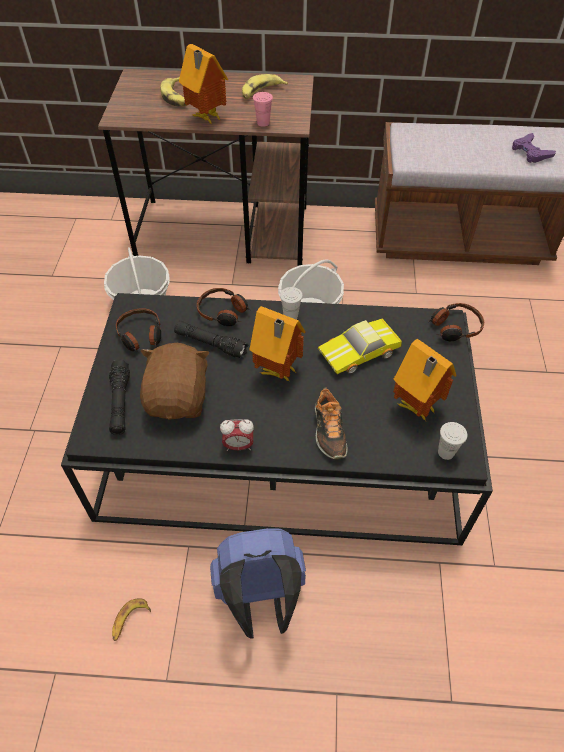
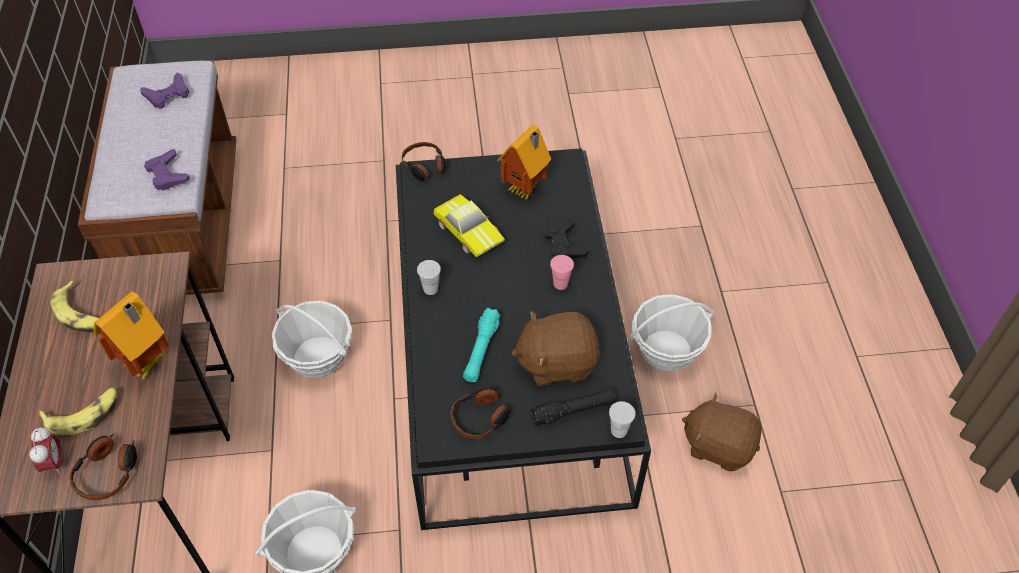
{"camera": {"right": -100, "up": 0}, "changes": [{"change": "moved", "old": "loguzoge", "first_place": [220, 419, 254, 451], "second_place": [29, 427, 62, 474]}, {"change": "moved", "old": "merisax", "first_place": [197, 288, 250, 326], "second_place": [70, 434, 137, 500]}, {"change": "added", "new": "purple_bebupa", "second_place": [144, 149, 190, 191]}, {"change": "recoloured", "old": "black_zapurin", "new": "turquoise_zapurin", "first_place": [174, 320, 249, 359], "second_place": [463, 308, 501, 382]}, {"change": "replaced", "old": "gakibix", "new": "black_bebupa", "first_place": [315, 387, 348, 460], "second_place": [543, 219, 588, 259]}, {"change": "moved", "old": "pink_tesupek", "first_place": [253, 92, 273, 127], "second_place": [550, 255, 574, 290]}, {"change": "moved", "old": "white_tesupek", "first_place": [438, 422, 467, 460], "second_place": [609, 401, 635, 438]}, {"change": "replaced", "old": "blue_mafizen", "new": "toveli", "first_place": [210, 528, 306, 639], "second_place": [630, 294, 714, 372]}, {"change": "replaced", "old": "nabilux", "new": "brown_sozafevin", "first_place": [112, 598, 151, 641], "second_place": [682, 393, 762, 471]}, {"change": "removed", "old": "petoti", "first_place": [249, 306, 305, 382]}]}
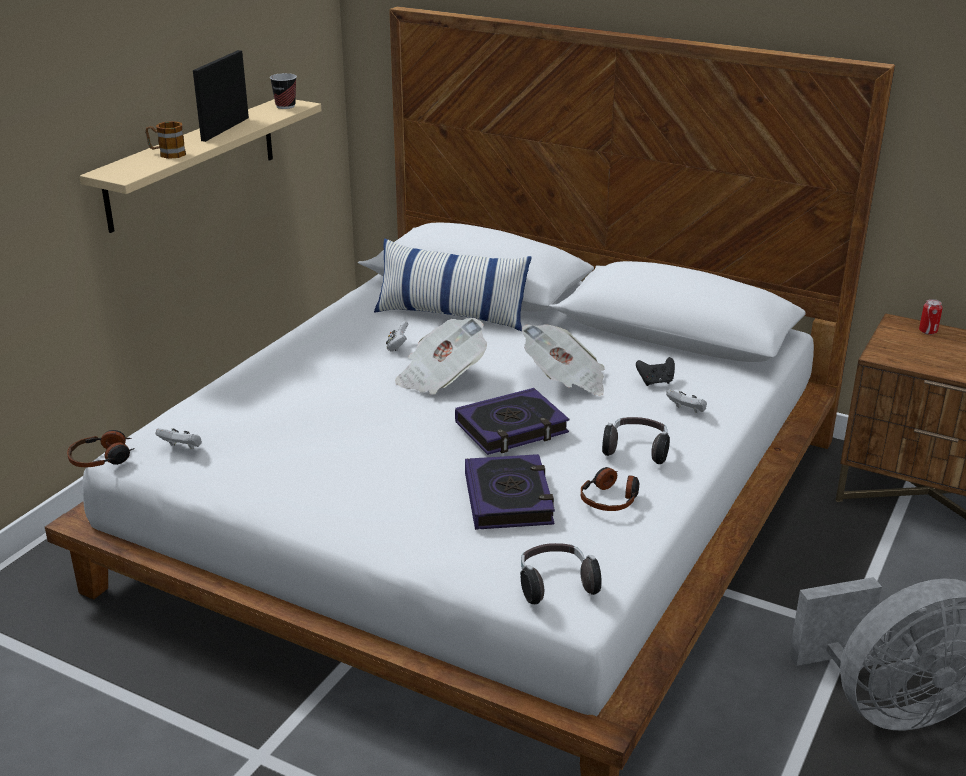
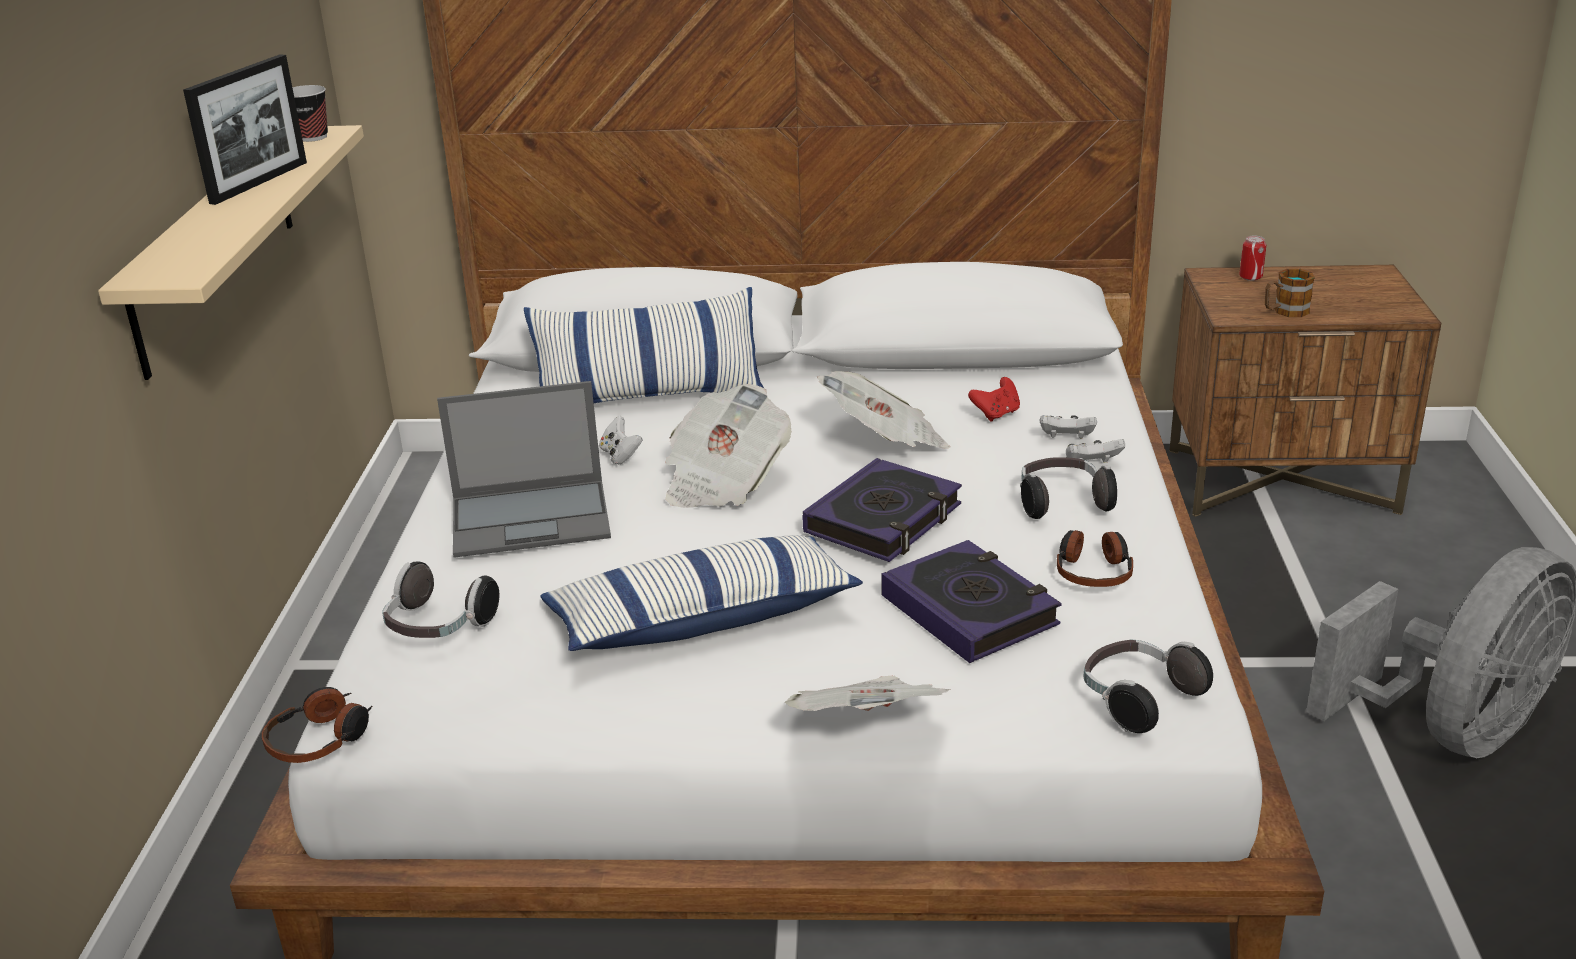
{"camera": {"right": -25, "up": 0}, "changes": [{"change": "turned", "old": "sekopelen", "first_place": [193, 50, 249, 142], "second_place": [183, 54, 307, 205], "degrees": -150}, {"change": "added", "new": "merisax", "second_place": [382, 561, 499, 638]}, {"change": "added", "new": "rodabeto", "second_place": [437, 381, 611, 558]}, {"change": "added", "new": "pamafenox", "second_place": [540, 535, 863, 651]}, {"change": "added", "new": "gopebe", "second_place": [784, 676, 950, 711]}, {"change": "recoloured", "old": "black_bebupa", "new": "red_bebupa", "first_place": [636, 357, 675, 386], "second_place": [968, 377, 1020, 421]}, {"change": "moved", "old": "white_bebupa", "first_place": [156, 428, 202, 449], "second_place": [1066, 439, 1125, 463]}, {"change": "moved", "old": "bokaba", "first_place": [145, 121, 186, 159], "second_place": [1265, 269, 1315, 317]}]}
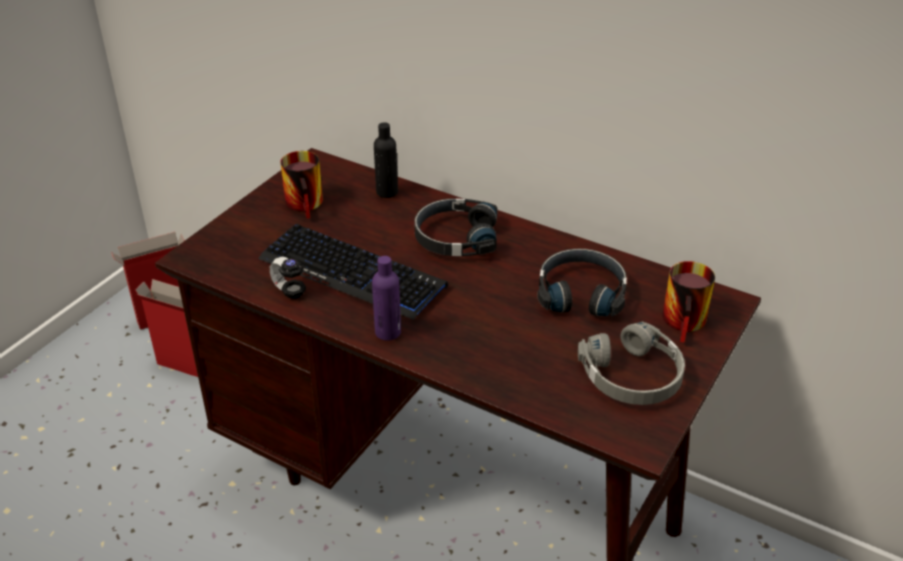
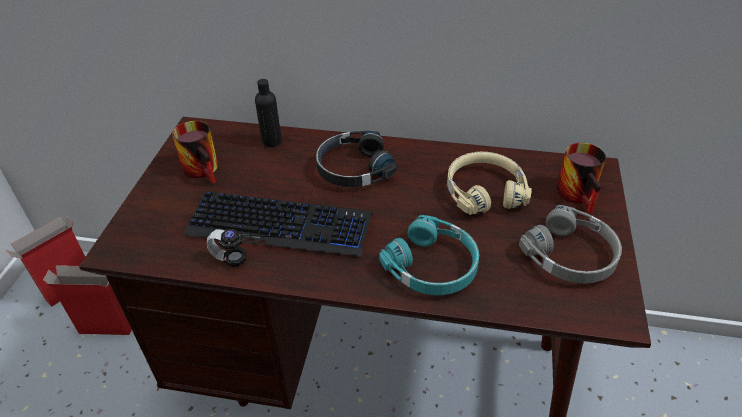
{"camera": {"right": -20, "up": 5}, "changes": [{"change": "added", "new": "turquoise_merisax", "second_place": [379, 215, 479, 295]}, {"change": "recoloured", "old": "black_merisax", "new": "beige_merisax", "first_place": [537, 249, 627, 316], "second_place": [447, 152, 531, 215]}, {"change": "removed", "old": "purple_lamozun", "first_place": [372, 256, 401, 341]}]}
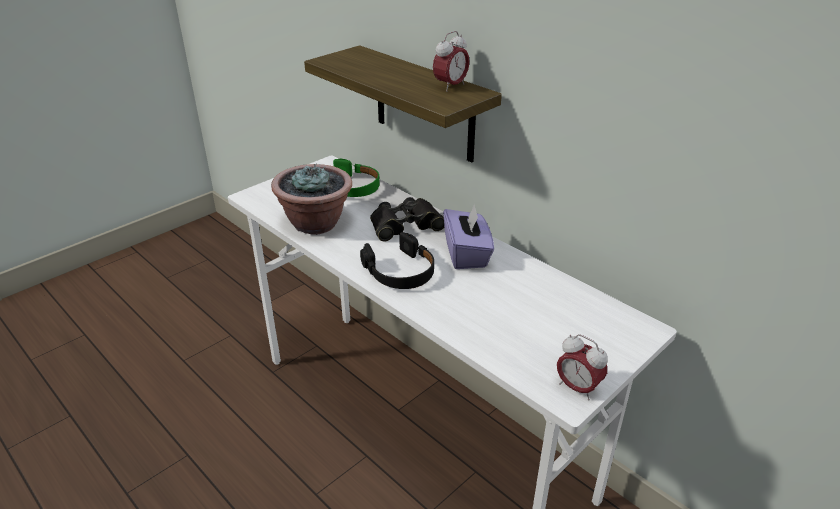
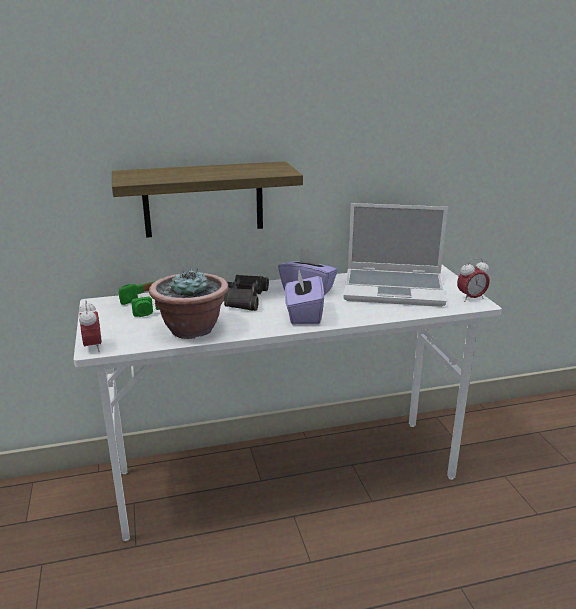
{"camera": {"right": -60, "up": -10}, "changes": [{"change": "moved", "old": "loguzoge", "first_place": [433, 31, 470, 92], "second_place": [79, 300, 102, 352]}, {"change": "replaced", "old": "black_merisax", "new": "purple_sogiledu", "first_place": [360, 232, 434, 289], "second_place": [285, 270, 324, 324]}, {"change": "added", "new": "rodabeto", "second_place": [344, 203, 448, 307]}]}
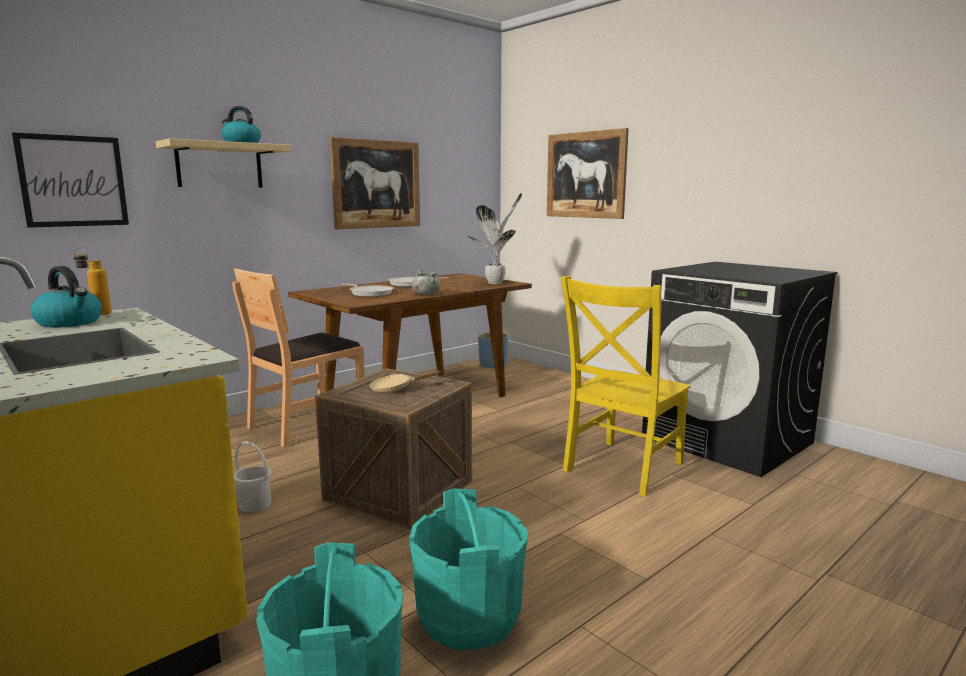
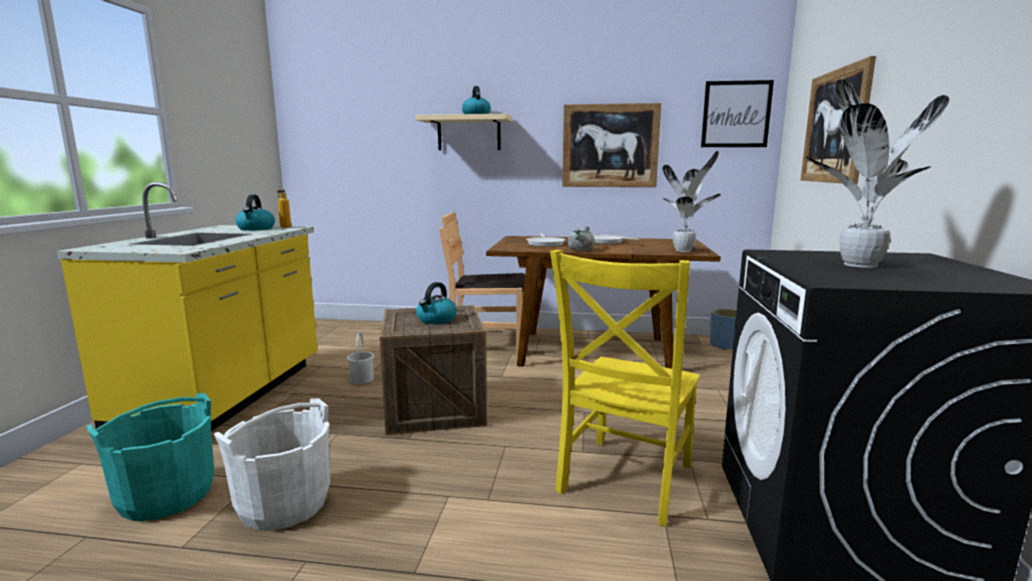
{"camera": {"right": 50, "up": 0}, "changes": [{"change": "recoloured", "old": "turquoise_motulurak", "new": "white_motulurak", "first_place": [409, 489, 528, 650], "second_place": [214, 398, 330, 531]}, {"change": "replaced", "old": "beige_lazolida", "new": "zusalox", "first_place": [369, 370, 442, 393], "second_place": [416, 282, 457, 324]}, {"change": "turned", "old": "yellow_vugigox", "first_place": [561, 276, 691, 497], "second_place": [550, 250, 700, 526], "degrees": -60}, {"change": "moved", "old": "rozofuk", "first_place": [12, 132, 129, 228], "second_place": [701, 80, 774, 147]}, {"change": "added", "new": "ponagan", "second_place": [805, 79, 949, 268]}]}
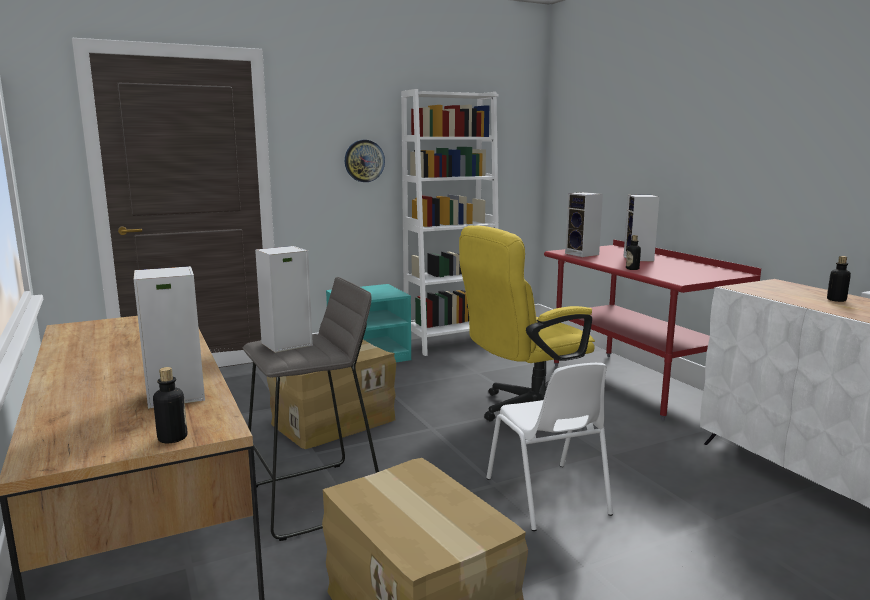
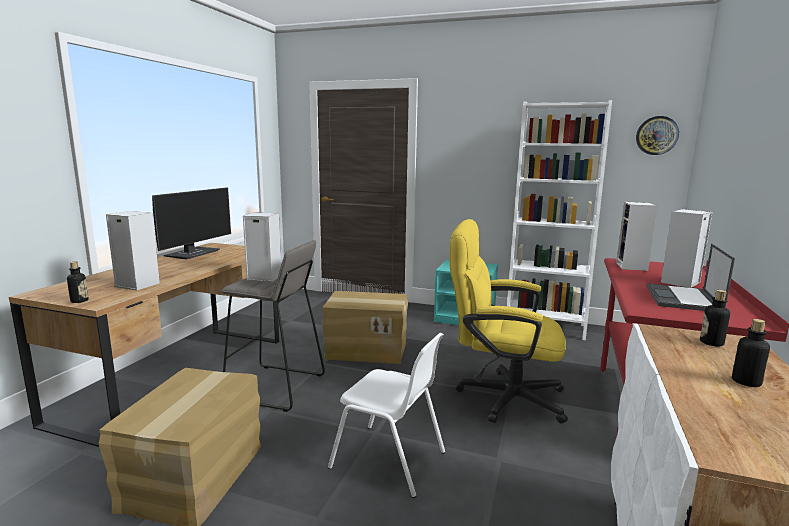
{"camera": {"right": 45, "up": 0}, "changes": [{"change": "added", "new": "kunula", "second_place": [152, 187, 231, 260]}, {"change": "turned", "old": "white_vugigox", "first_place": [486, 363, 613, 531], "second_place": [328, 333, 445, 498], "degrees": -90}, {"change": "moved", "old": "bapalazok", "first_place": [345, 140, 385, 182], "second_place": [636, 116, 679, 155]}, {"change": "added", "new": "rodabeto", "second_place": [647, 243, 735, 311]}, {"change": "moved", "old": "lamozun", "first_place": [626, 235, 641, 270], "second_place": [700, 290, 730, 347]}]}
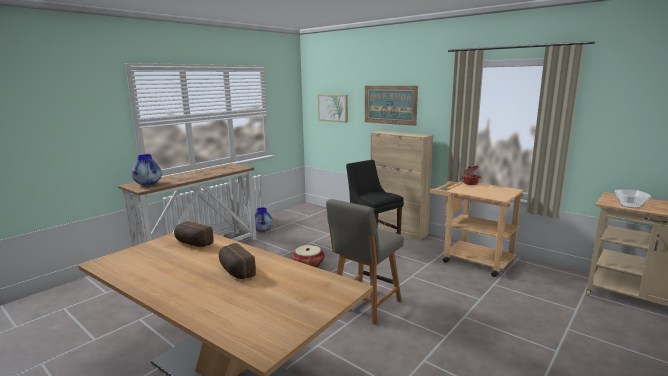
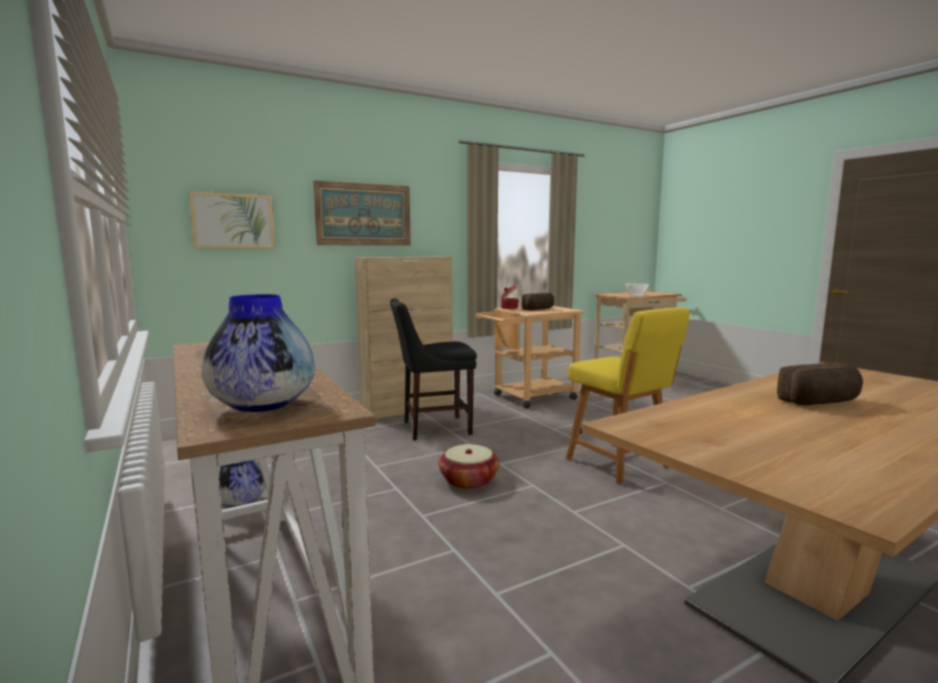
{"camera": {"right": -70, "up": -5}, "changes": [{"change": "moved", "old": "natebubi", "first_place": [174, 221, 214, 247], "second_place": [522, 292, 554, 310]}, {"change": "recoloured", "old": "grey_vugigox", "new": "yellow_vugigox", "first_place": [326, 199, 404, 325], "second_place": [566, 307, 690, 485]}]}
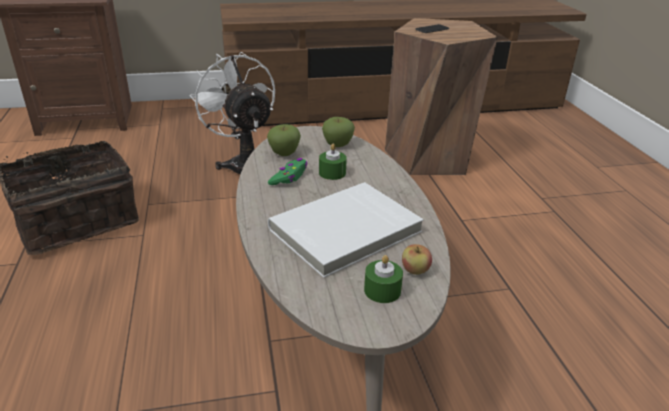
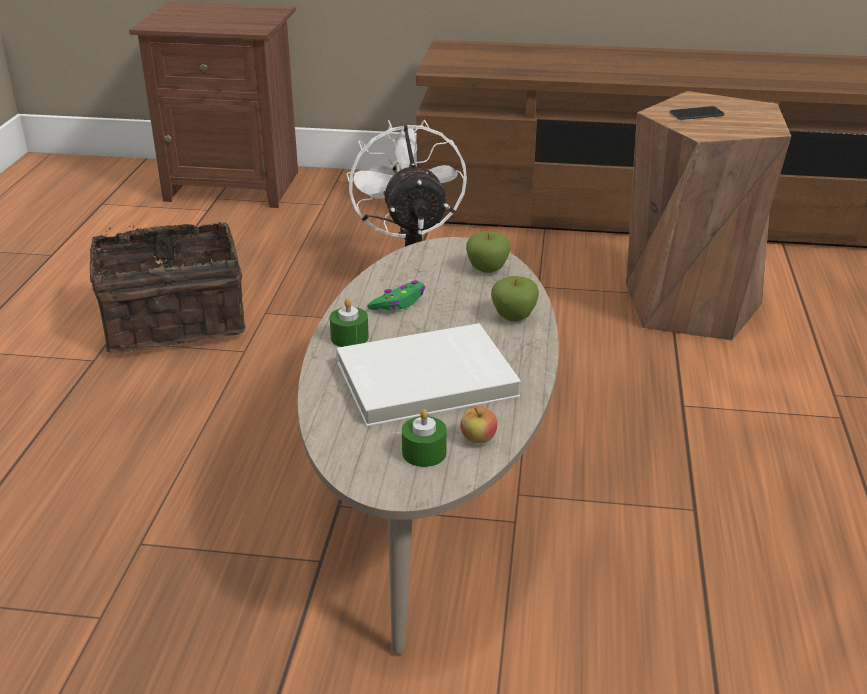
{"camera": {"right": 20, "up": 0}, "changes": [{"change": "moved", "old": "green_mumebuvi", "first_place": [319, 144, 347, 180], "second_place": [330, 298, 369, 347]}, {"change": "moved", "old": "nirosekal", "first_place": [267, 124, 301, 156], "second_place": [491, 276, 539, 322]}]}
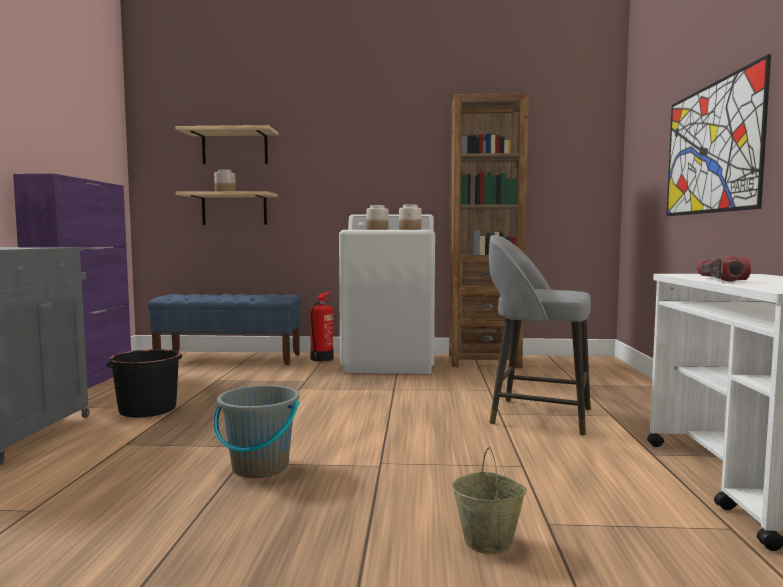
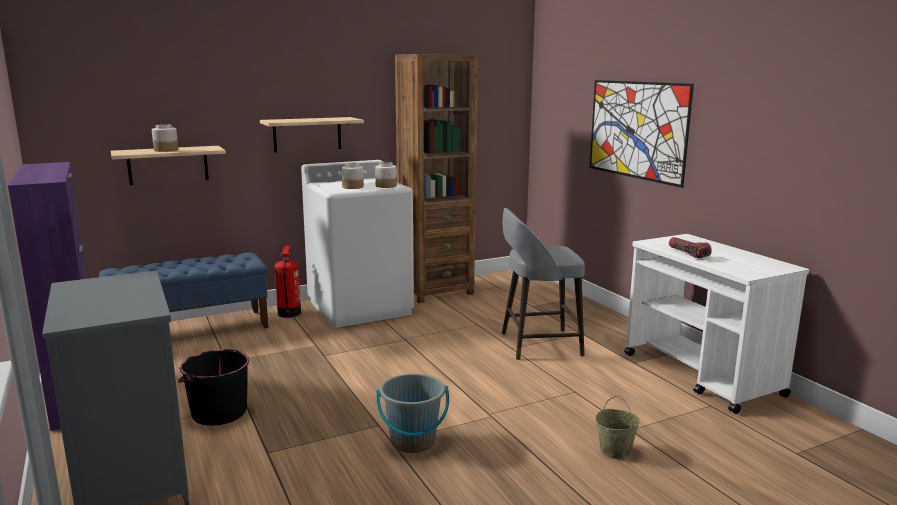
{"camera": {"right": -30, "up": 10}, "changes": [{"change": "moved", "old": "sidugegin", "first_place": [175, 125, 279, 164], "second_place": [260, 117, 364, 153]}]}
